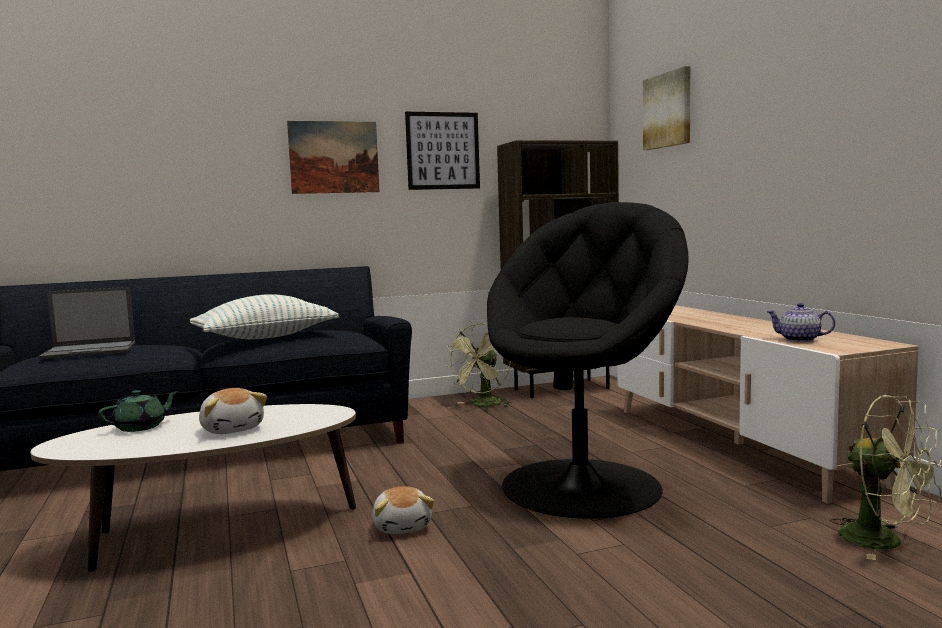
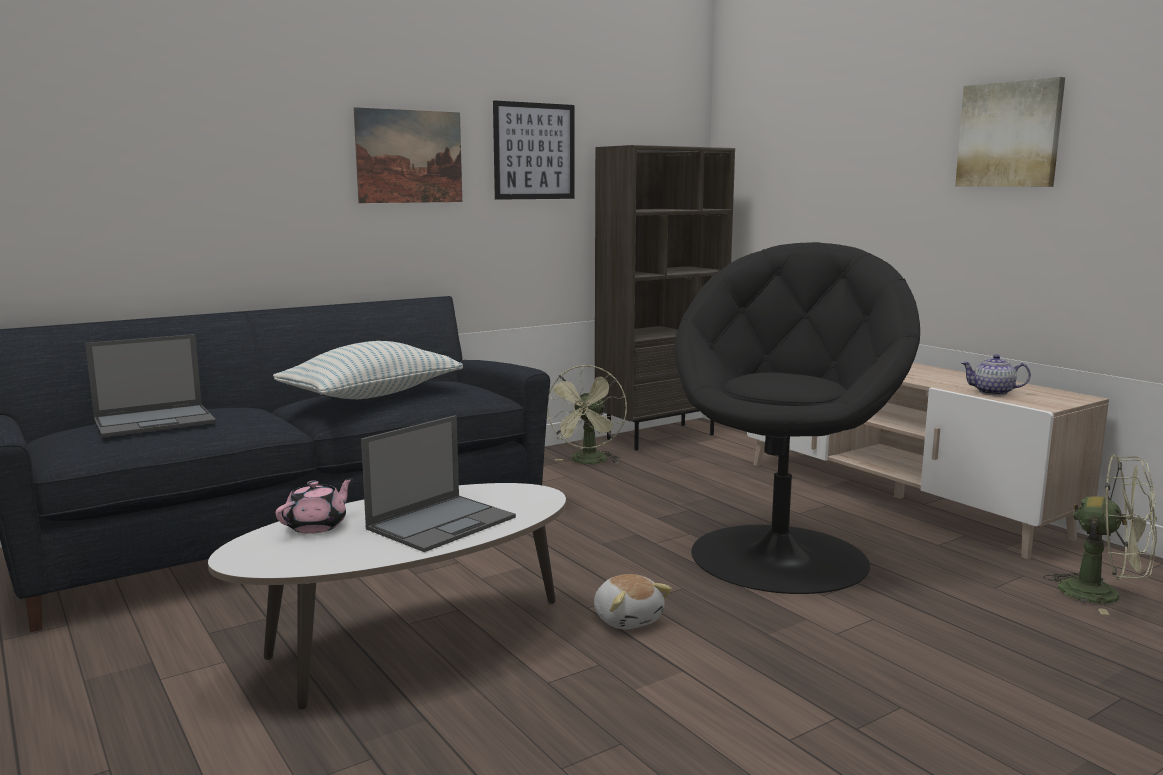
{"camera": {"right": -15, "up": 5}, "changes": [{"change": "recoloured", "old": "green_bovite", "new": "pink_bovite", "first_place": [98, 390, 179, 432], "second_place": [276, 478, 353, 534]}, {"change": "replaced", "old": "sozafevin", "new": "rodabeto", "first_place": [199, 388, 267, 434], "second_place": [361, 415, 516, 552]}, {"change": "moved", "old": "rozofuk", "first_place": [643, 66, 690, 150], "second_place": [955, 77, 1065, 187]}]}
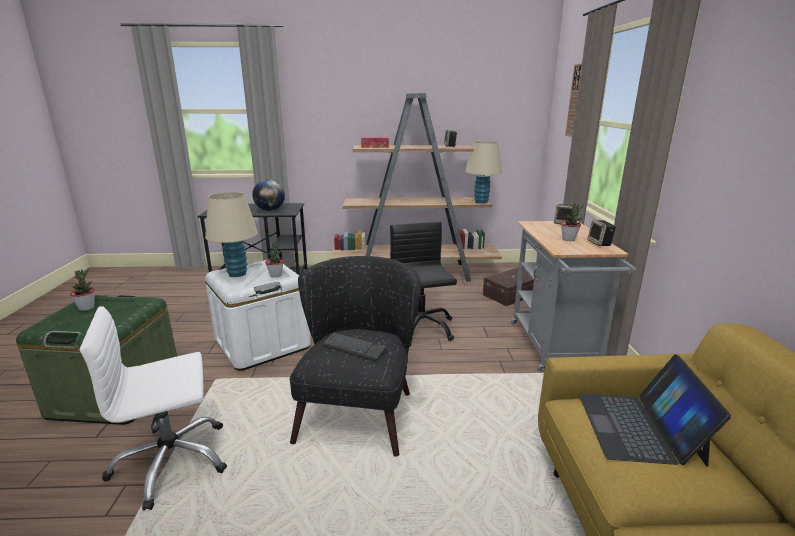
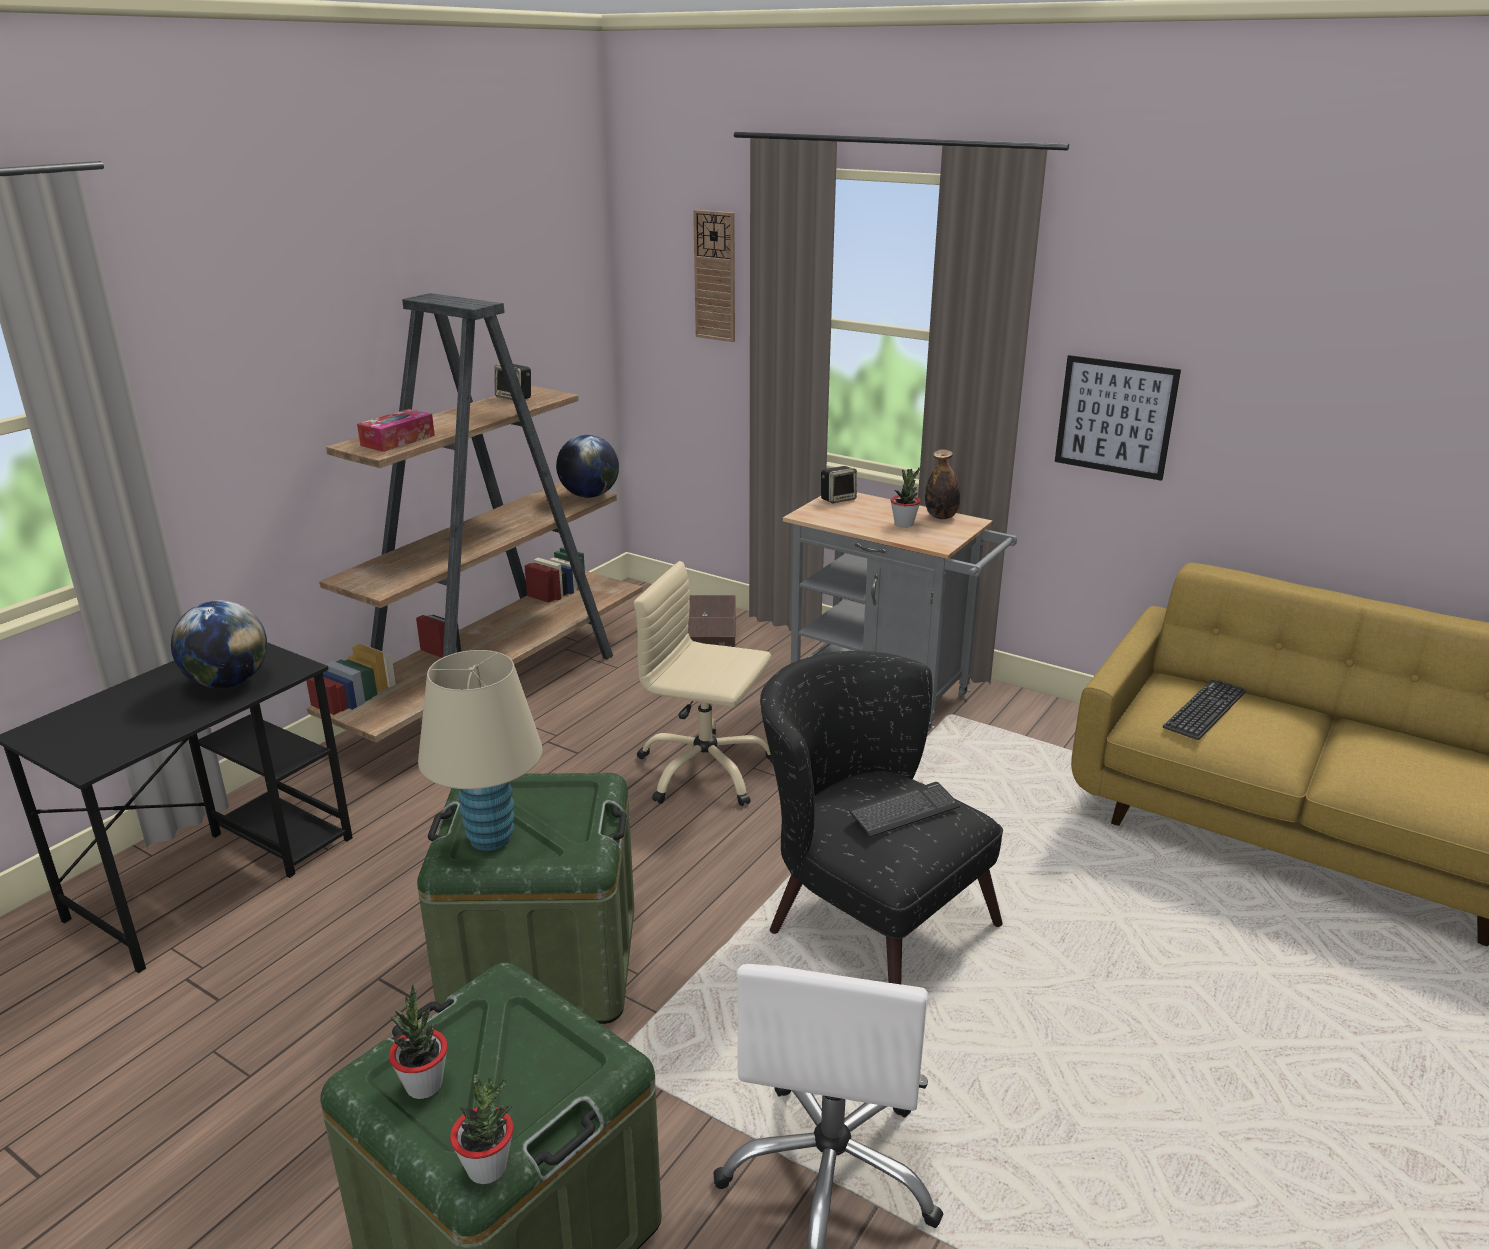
{"camera": {"right": -55, "up": 5}, "changes": [{"change": "recoloured", "old": "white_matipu", "new": "green_matipu", "first_place": [205, 260, 311, 371], "second_place": [417, 773, 634, 1024]}, {"change": "moved", "old": "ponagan", "first_place": [265, 243, 284, 278], "second_place": [450, 1074, 513, 1184]}, {"change": "replaced", "old": "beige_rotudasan", "new": "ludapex", "first_place": [465, 141, 502, 204], "second_place": [556, 435, 619, 498]}, {"change": "recoloured", "old": "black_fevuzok", "new": "beige_fevuzok", "first_place": [390, 221, 457, 346], "second_place": [633, 561, 773, 806]}, {"change": "replaced", "old": "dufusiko", "new": "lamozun", "first_place": [588, 220, 616, 246], "second_place": [925, 449, 960, 519]}, {"change": "added", "new": "rozofuk", "second_place": [1055, 355, 1181, 481]}, {"change": "replaced", "old": "rodabeto", "new": "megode", "first_place": [579, 354, 732, 467], "second_place": [1163, 680, 1246, 740]}]}
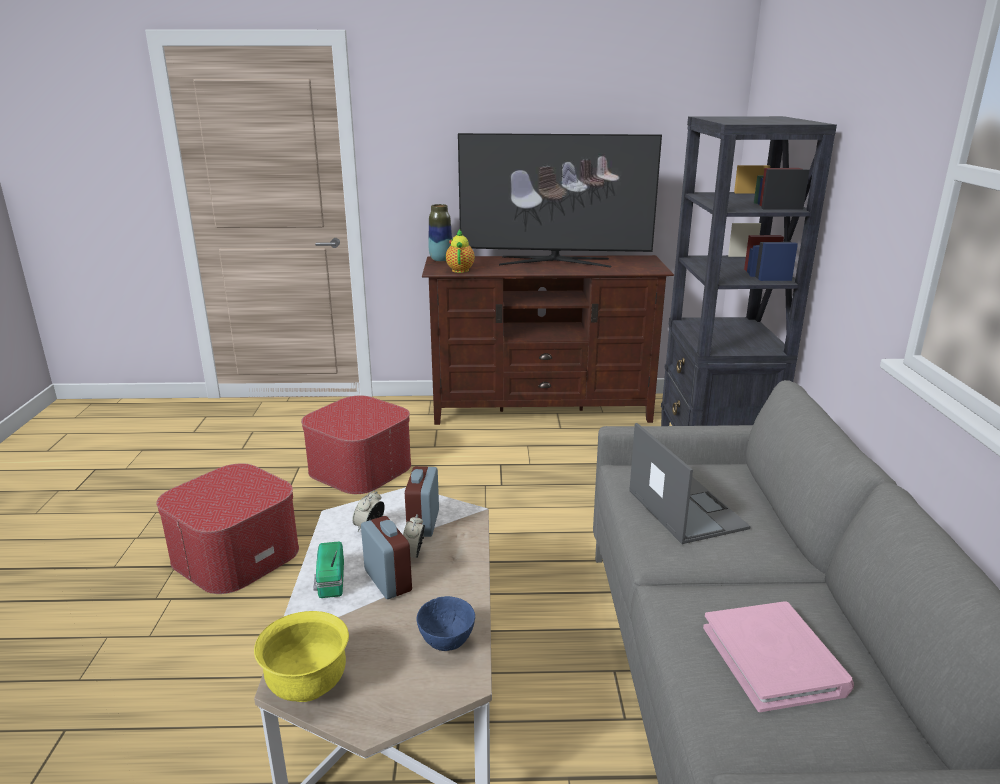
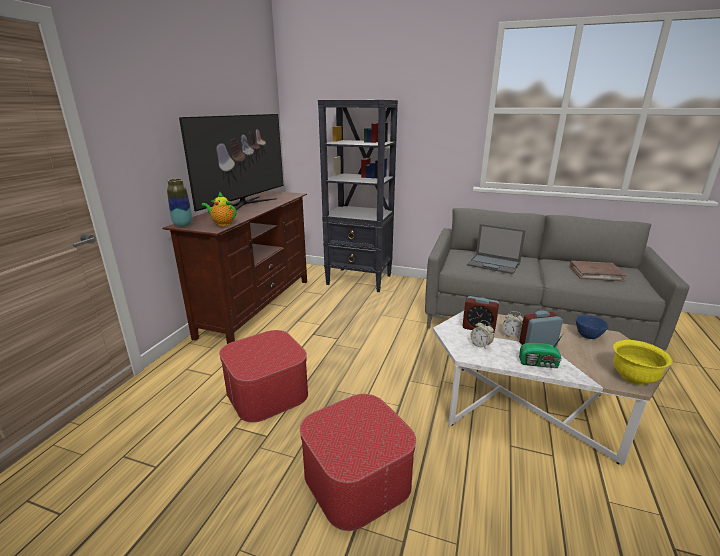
{"camera": {"right": -70, "up": 0}, "changes": [{"change": "turned", "old": "rodabeto", "first_place": [629, 423, 750, 544], "second_place": [467, 224, 526, 274], "degrees": -150}, {"change": "recoloured", "old": "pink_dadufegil", "new": "brown_dadufegil", "first_place": [703, 601, 854, 712], "second_place": [570, 261, 627, 282]}]}
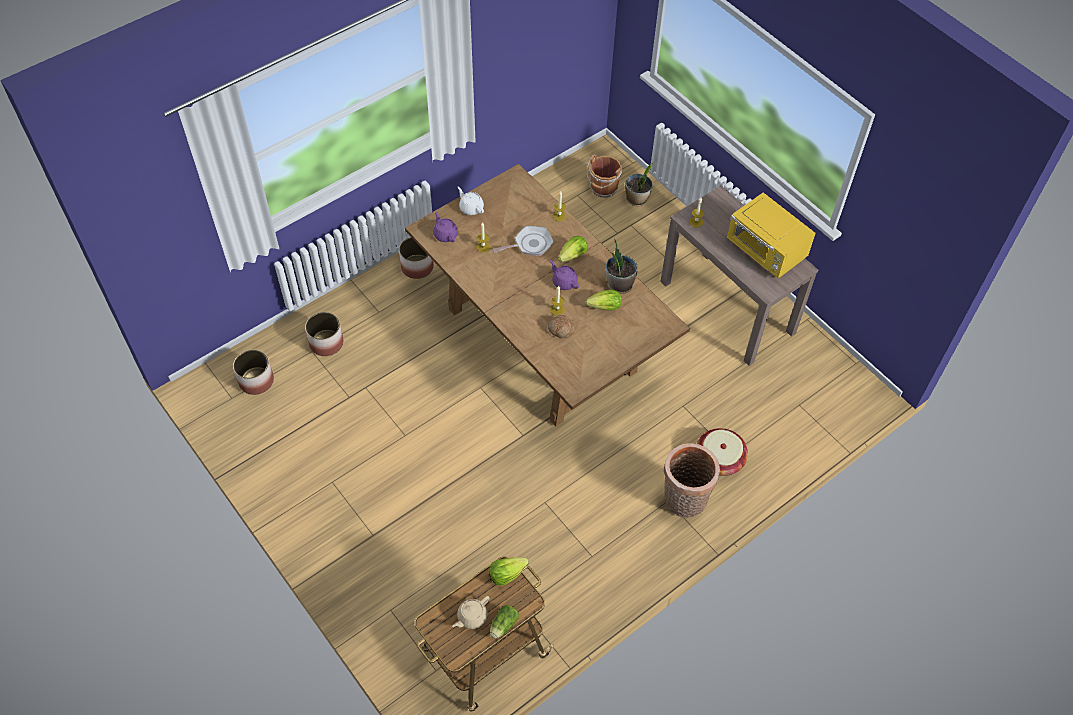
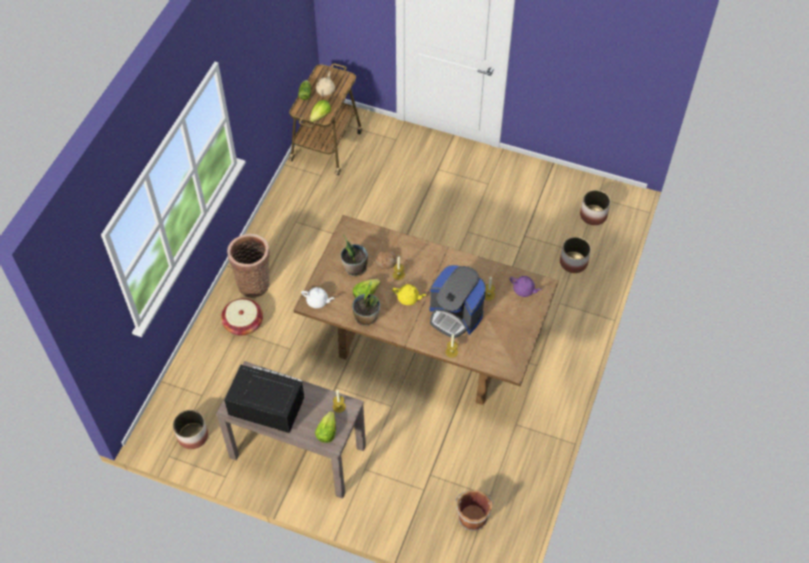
{"camera": {"right": 150, "up": 0}, "changes": [{"change": "moved", "old": "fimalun", "first_place": [399, 237, 434, 279], "second_place": [173, 410, 208, 449]}, {"change": "recoloured", "old": "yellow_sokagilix", "new": "black_sokagilix", "first_place": [727, 193, 816, 278], "second_place": [224, 365, 304, 433]}, {"change": "moved", "old": "white_bovite", "first_place": [458, 187, 484, 215], "second_place": [301, 287, 335, 308]}, {"change": "moved", "old": "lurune", "first_place": [558, 236, 588, 262], "second_place": [315, 411, 336, 443]}, {"change": "moved", "old": "ponagan", "first_place": [625, 162, 654, 206], "second_place": [341, 234, 368, 277]}, {"change": "recoloured", "old": "purple_bovite", "new": "yellow_bovite", "first_place": [550, 260, 579, 290], "second_place": [392, 284, 426, 305]}, {"change": "replaced", "old": "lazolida", "new": "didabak", "first_place": [493, 226, 553, 256], "second_place": [430, 265, 486, 338]}]}
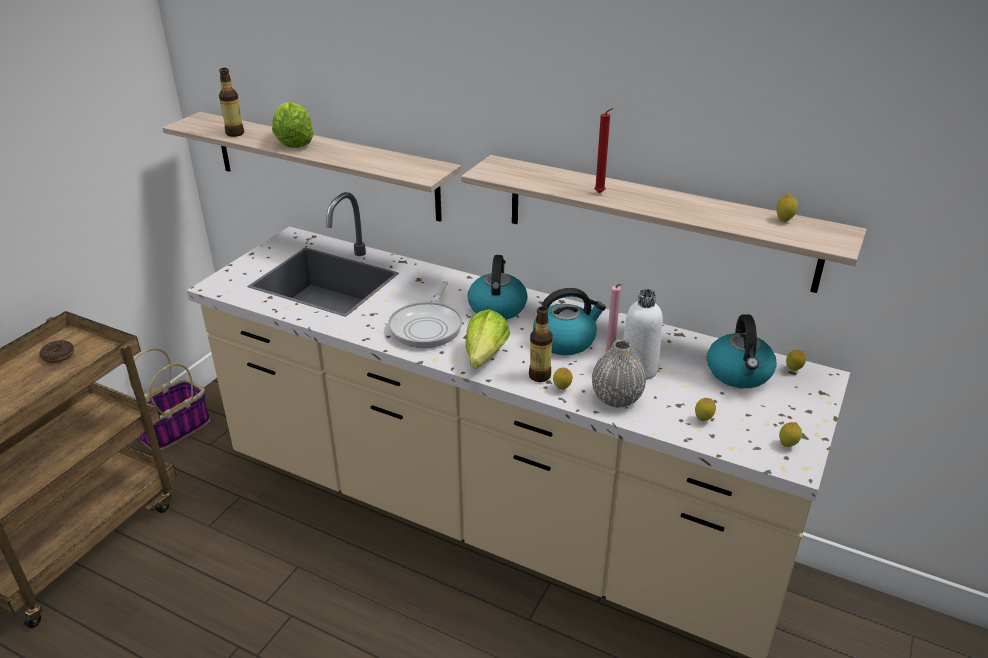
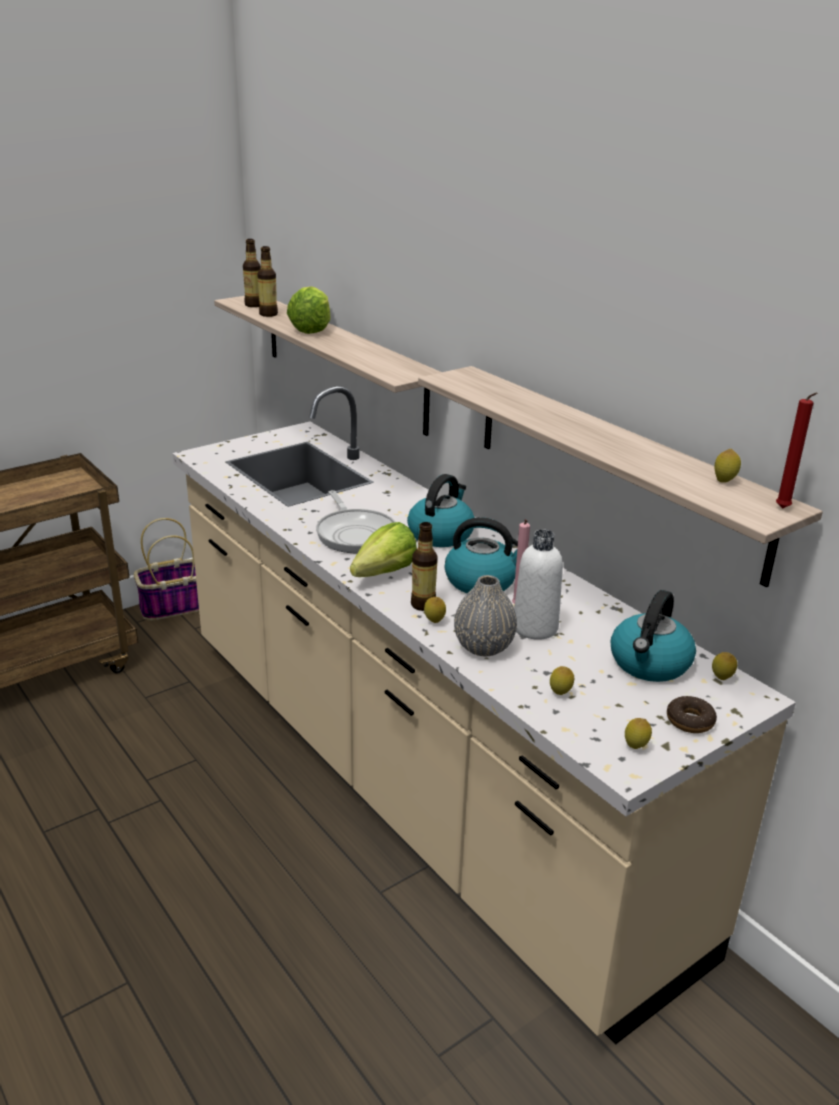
{"camera": {"right": 25, "up": -5}, "changes": [{"change": "added", "new": "lamozun", "second_place": [243, 239, 261, 307]}, {"change": "turned", "old": "lazolida", "first_place": [388, 281, 462, 348], "second_place": [316, 490, 395, 553], "degrees": -60}, {"change": "moved", "old": "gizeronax", "first_place": [40, 340, 74, 363], "second_place": [667, 696, 717, 733]}, {"change": "moved", "old": "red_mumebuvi", "first_place": [594, 108, 613, 193], "second_place": [776, 393, 817, 508]}]}
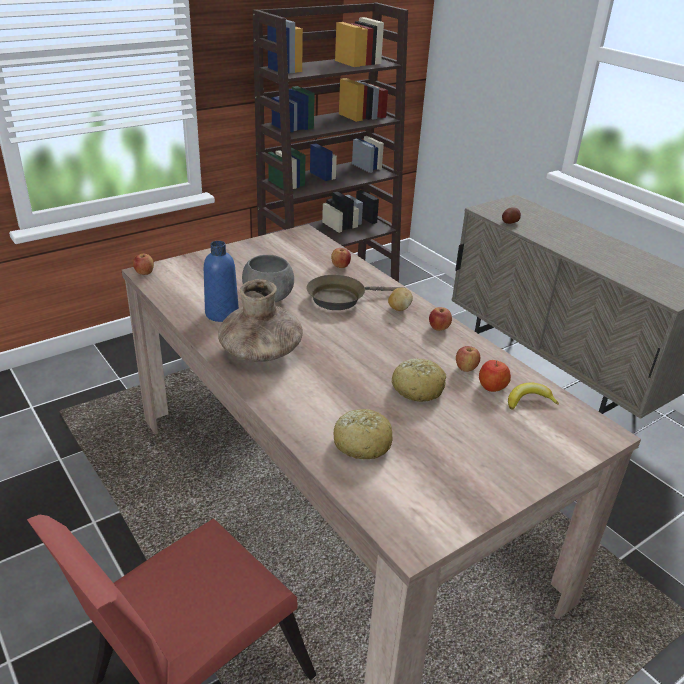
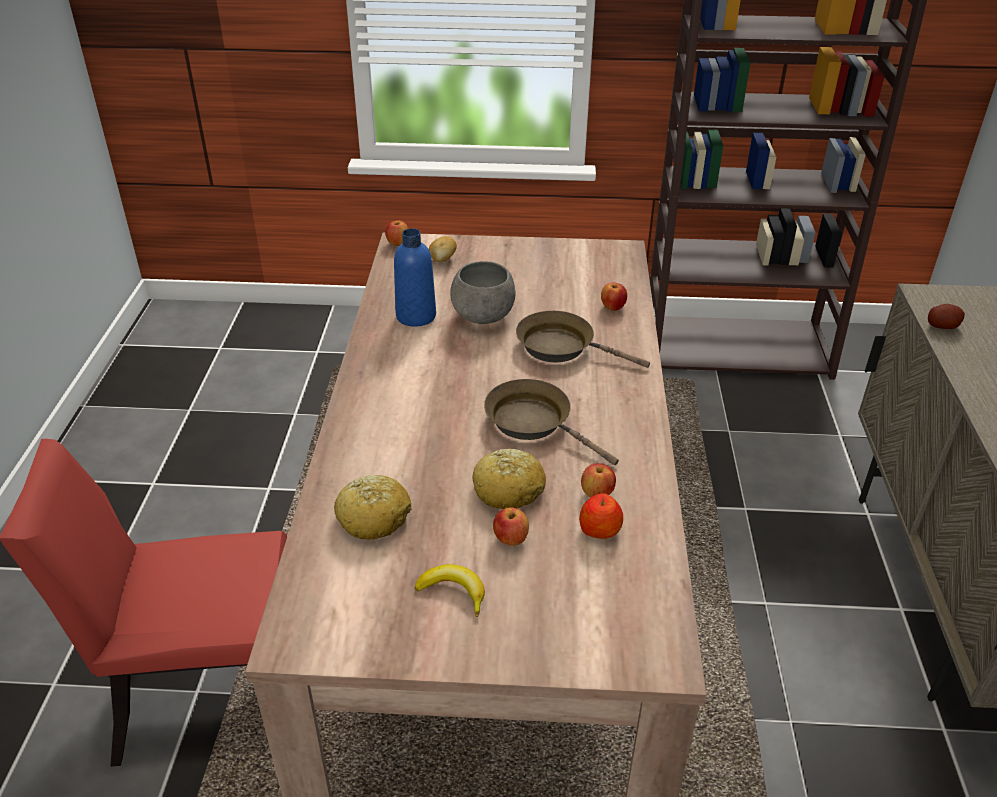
{"camera": {"right": 40, "up": 5}, "changes": [{"change": "moved", "old": "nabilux", "first_place": [508, 383, 559, 409], "second_place": [415, 564, 485, 617]}, {"change": "moved", "old": "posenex", "first_place": [388, 287, 413, 311], "second_place": [429, 236, 457, 262]}, {"change": "added", "new": "brown_lazolida", "second_place": [484, 379, 619, 465]}, {"change": "moved", "old": "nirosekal", "first_place": [429, 307, 452, 331], "second_place": [493, 507, 529, 546]}, {"change": "removed", "old": "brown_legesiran", "first_place": [218, 279, 303, 362]}]}
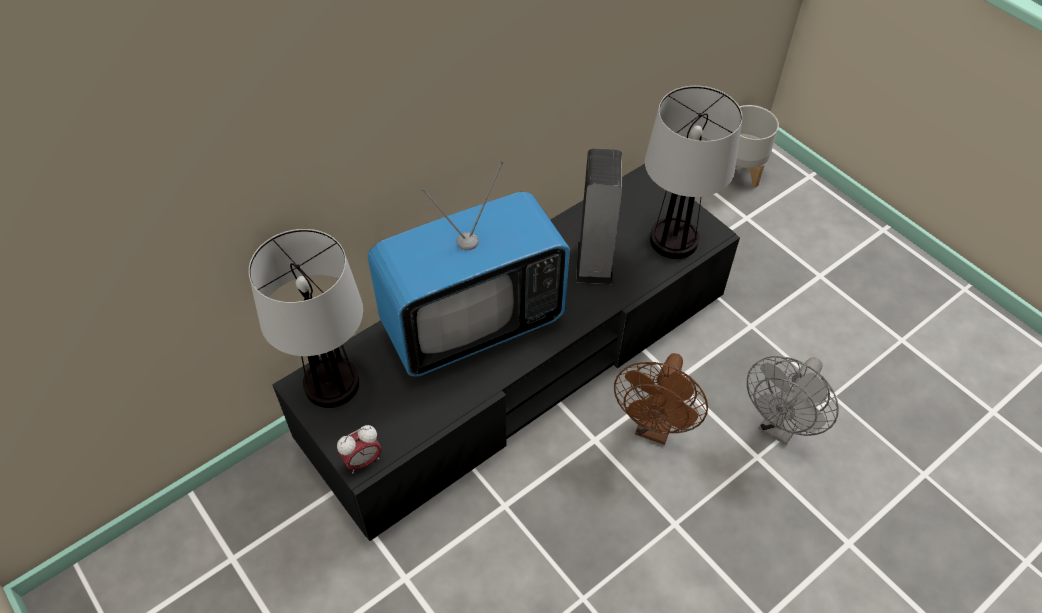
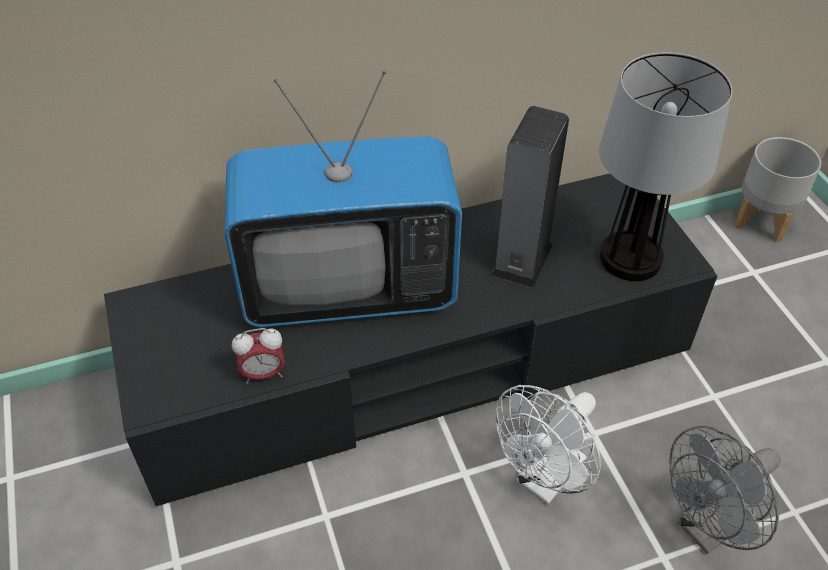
{"camera": {"right": 20, "up": -5}, "changes": [{"change": "moved", "old": "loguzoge", "first_place": [337, 425, 382, 473], "second_place": [232, 328, 285, 384]}, {"change": "recoloured", "old": "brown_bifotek", "new": "white_bifotek", "first_place": [614, 353, 708, 445], "second_place": [495, 385, 601, 505]}, {"change": "removed", "old": "rotudasan", "first_place": [249, 229, 363, 408]}]}
